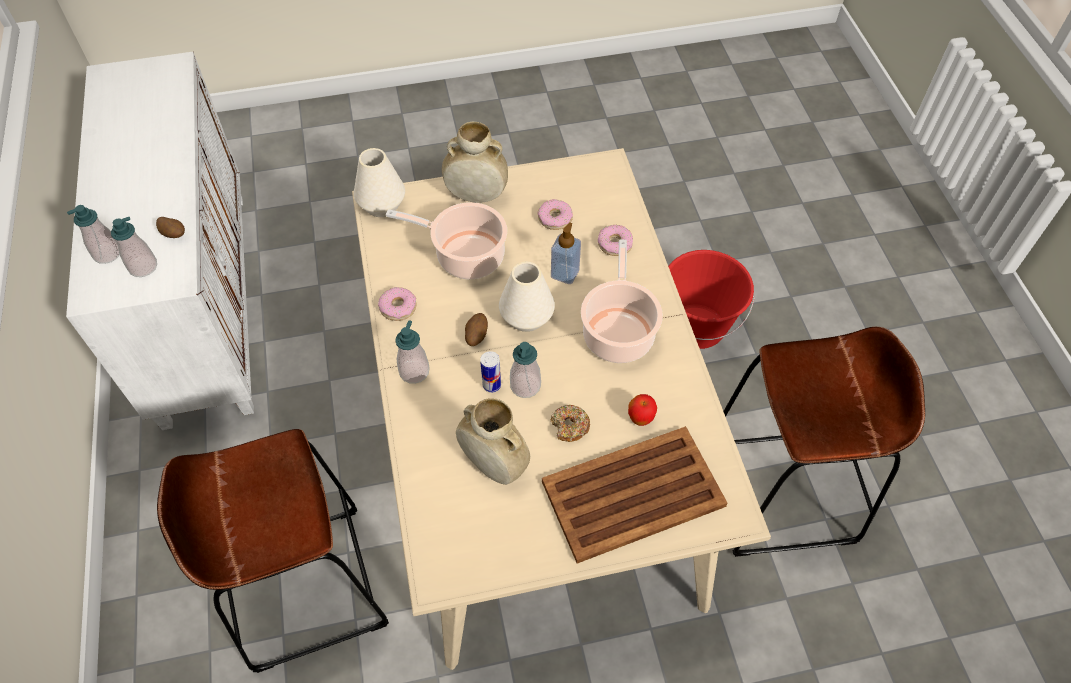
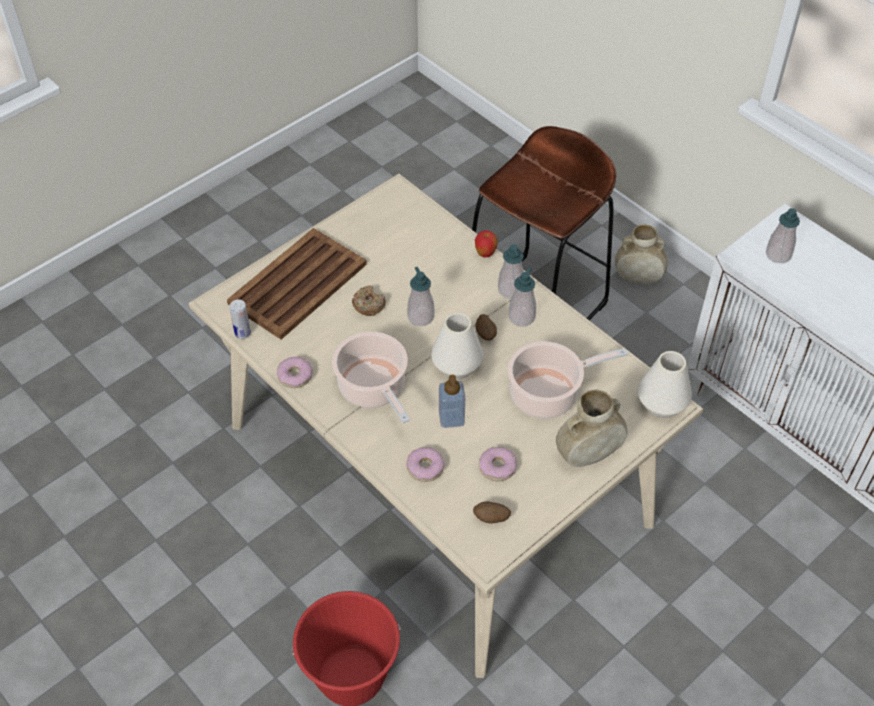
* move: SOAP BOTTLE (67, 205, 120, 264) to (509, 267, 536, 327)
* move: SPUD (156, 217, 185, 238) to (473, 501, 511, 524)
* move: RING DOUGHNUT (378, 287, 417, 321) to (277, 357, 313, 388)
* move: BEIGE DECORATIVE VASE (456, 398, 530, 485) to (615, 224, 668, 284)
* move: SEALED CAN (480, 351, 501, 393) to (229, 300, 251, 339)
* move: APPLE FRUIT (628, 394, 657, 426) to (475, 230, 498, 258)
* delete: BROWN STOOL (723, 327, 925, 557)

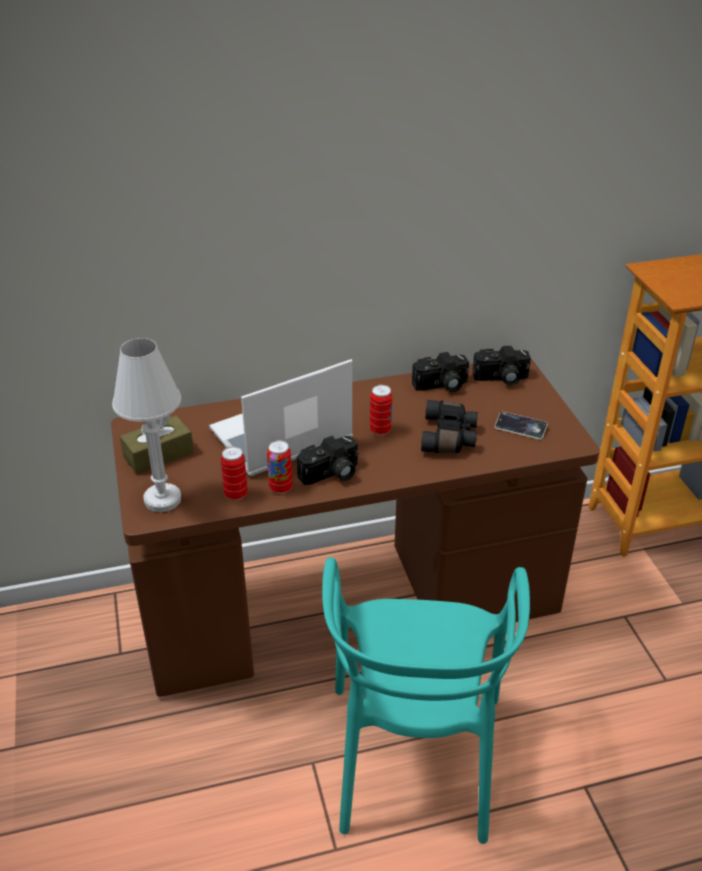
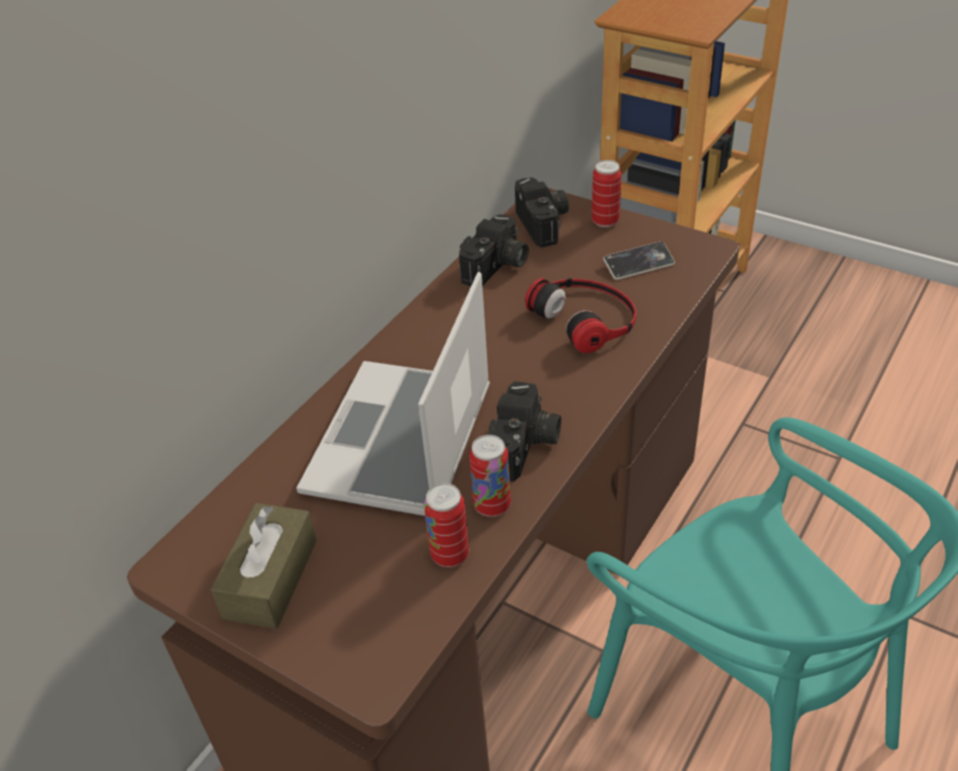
* delete: WHITISH LAMP FOR A TABLE (112, 338, 181, 512)
* move: SEALED CAN (370, 385, 392, 435) to (592, 160, 622, 227)
* replace: BLACK-COLOURED BINOCULARS (421, 400, 478, 453) to HEADPHONES (525, 278, 636, 353)
* rotate: PHOTO CAMERA (473, 346, 531, 386) = (515, 177, 569, 248) 60 degrees counterclockwise

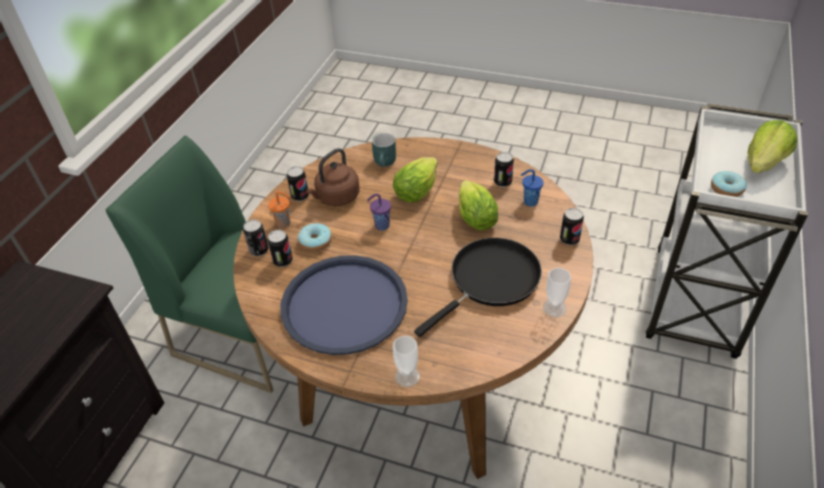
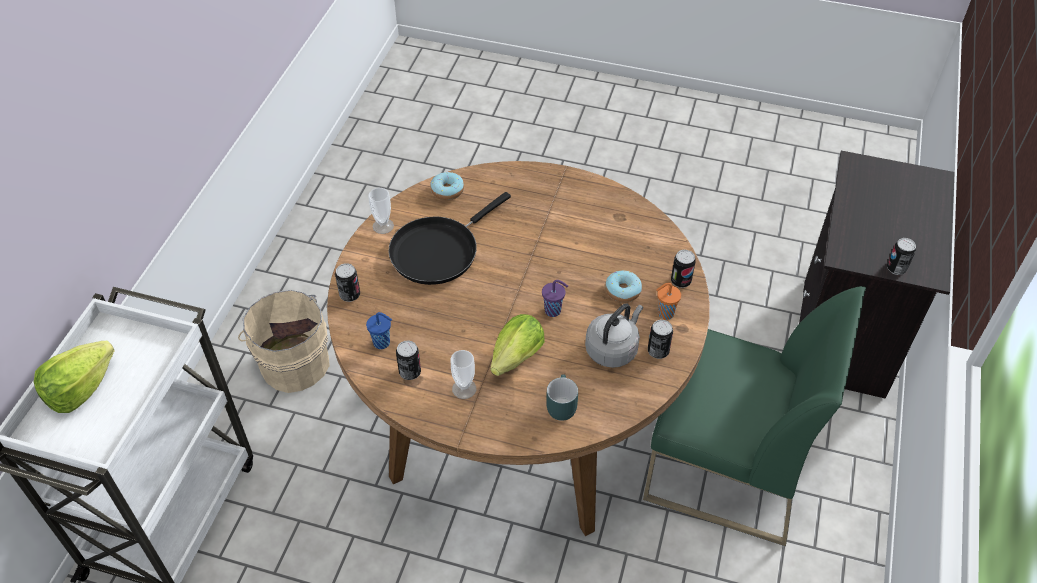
* move: SEALED CAN (267, 230, 293, 267) to (887, 238, 916, 275)
* delete: BLUE-COLOURED CARRYING TRAY (280, 255, 408, 355)
* recolor: BROWN WATER KETTLE (306, 148, 359, 206) to GREY WATER KETTLE (585, 303, 643, 368)
* move: DRINKING CUP (393, 336, 420, 387) to (451, 350, 476, 399)
* delete: LETTUCE (459, 180, 498, 231)
* move: RING DOUGHNUT (711, 171, 747, 197) to (430, 172, 464, 200)
* insert: BEIGE BUCKET (238, 290, 330, 393)

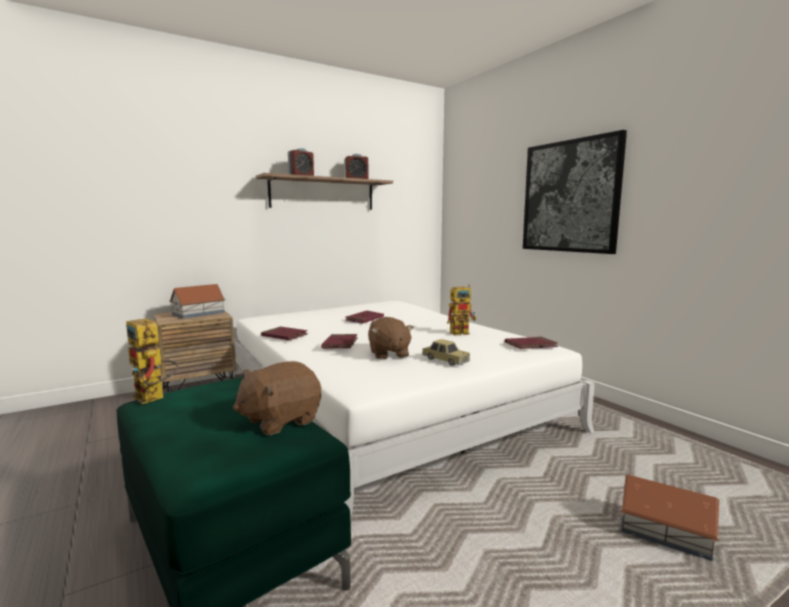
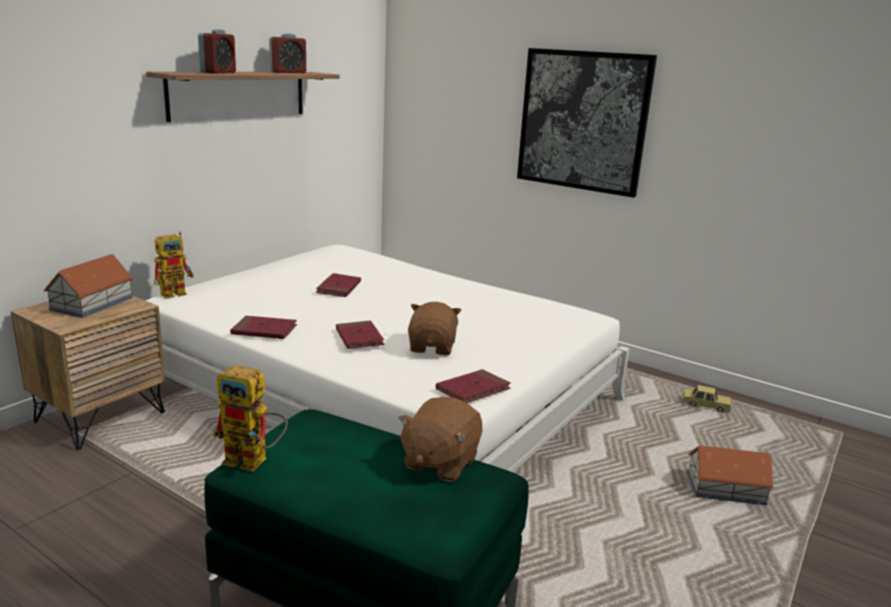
* rotate: BROWN CUDDLY TOY (368, 317, 414, 360) = (408, 302, 462, 355) 135 degrees counterclockwise
* move: MODEL CAR (422, 339, 470, 366) to (682, 385, 731, 412)
* move: TOY ROBOT (447, 285, 476, 336) to (154, 232, 193, 299)
* move: RED VOLUME (505, 336, 558, 349) to (436, 369, 511, 403)

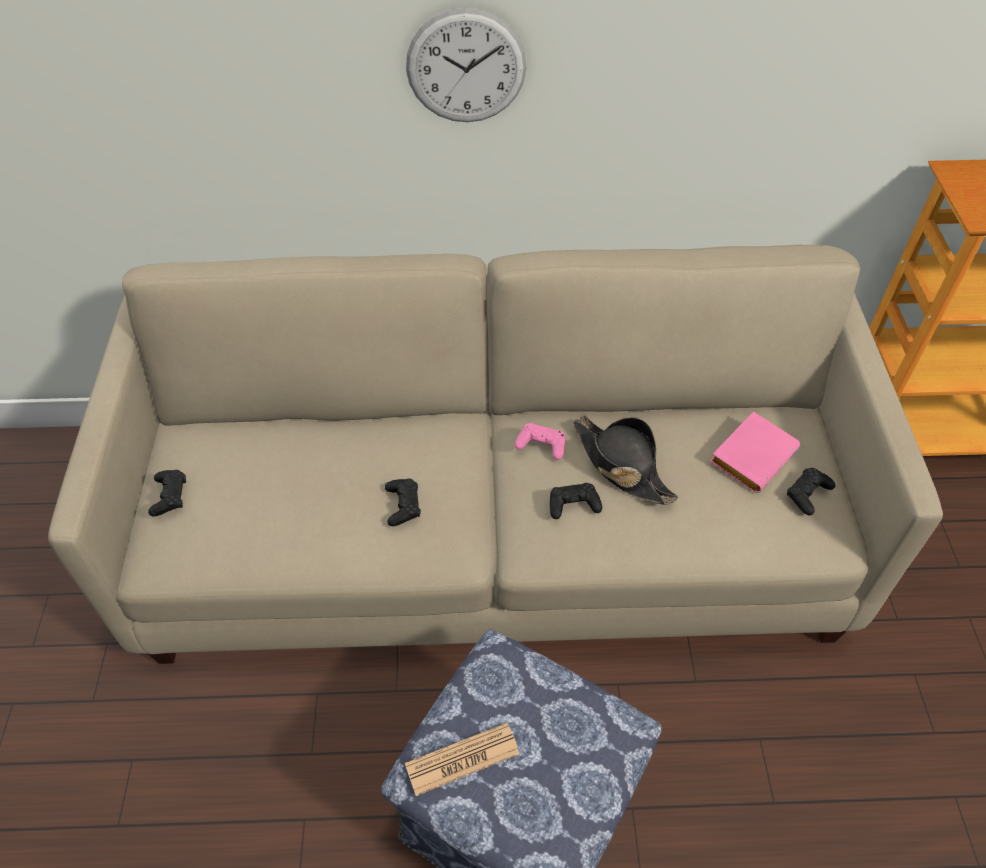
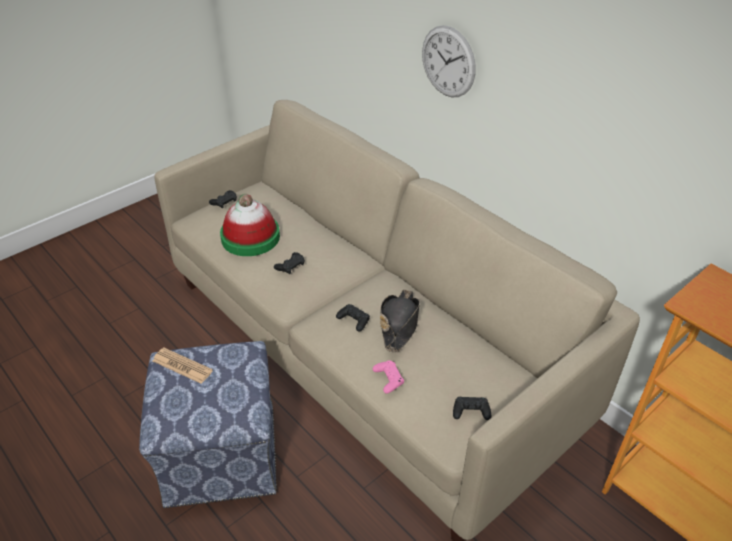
* move: PINK GAME CONTROLLER (515, 423, 565, 460) to (373, 360, 404, 394)
* delete: PINK VOLUME (710, 411, 800, 493)
* insert: HAT (220, 194, 280, 256)

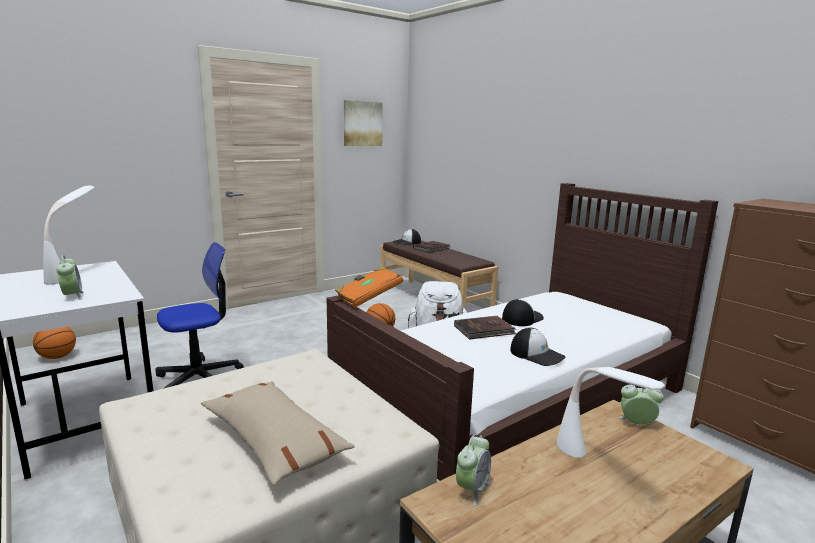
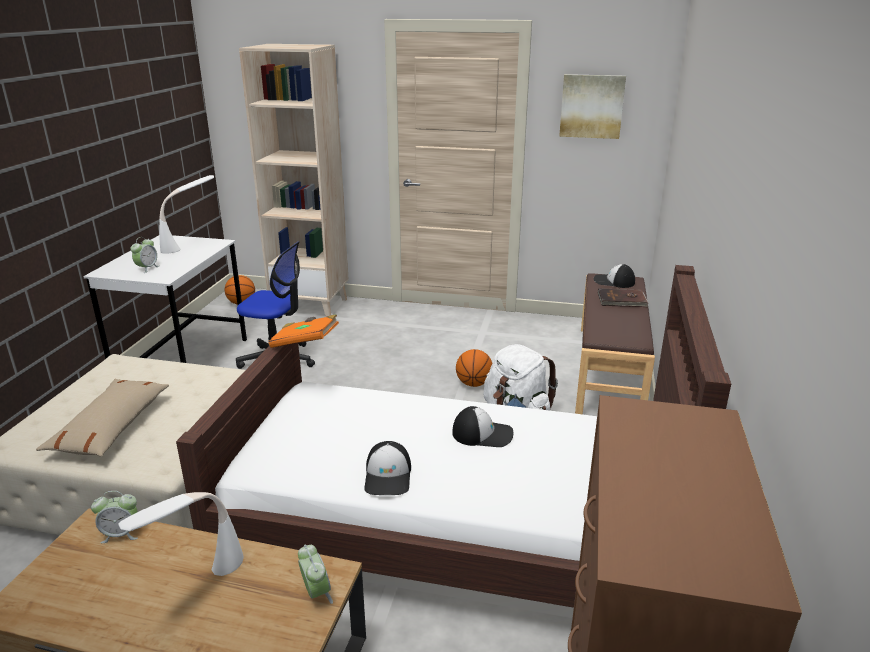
* delete: BROWN VOLUME (454, 316, 517, 340)
* insert: BEIGE BOOKCASE (239, 44, 349, 317)

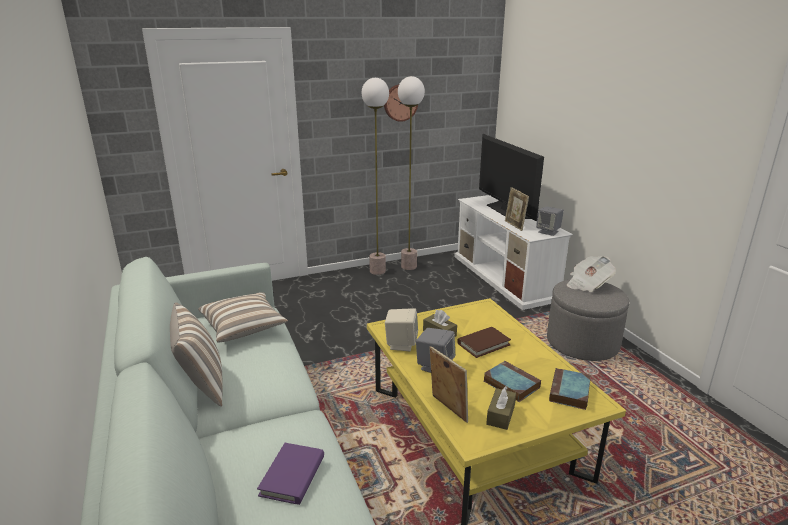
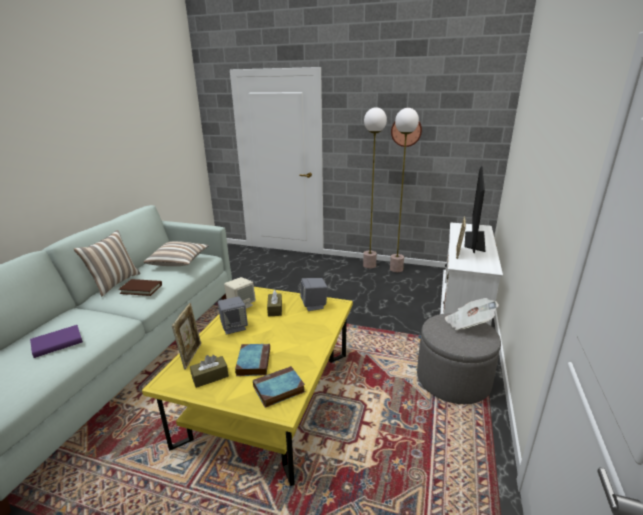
* move: BROWN VOLUME (457, 327, 511, 358) to (119, 279, 162, 296)
* move: GREY SPEAKER (536, 206, 564, 236) to (300, 278, 328, 311)

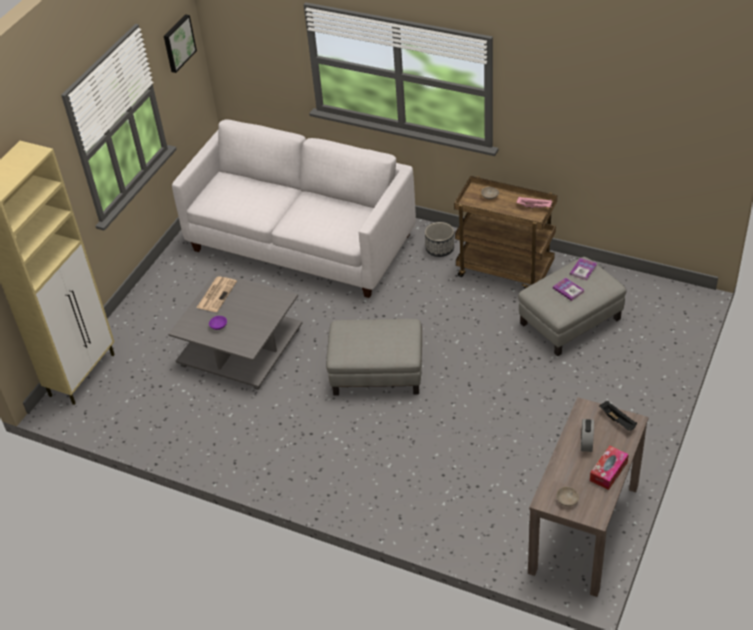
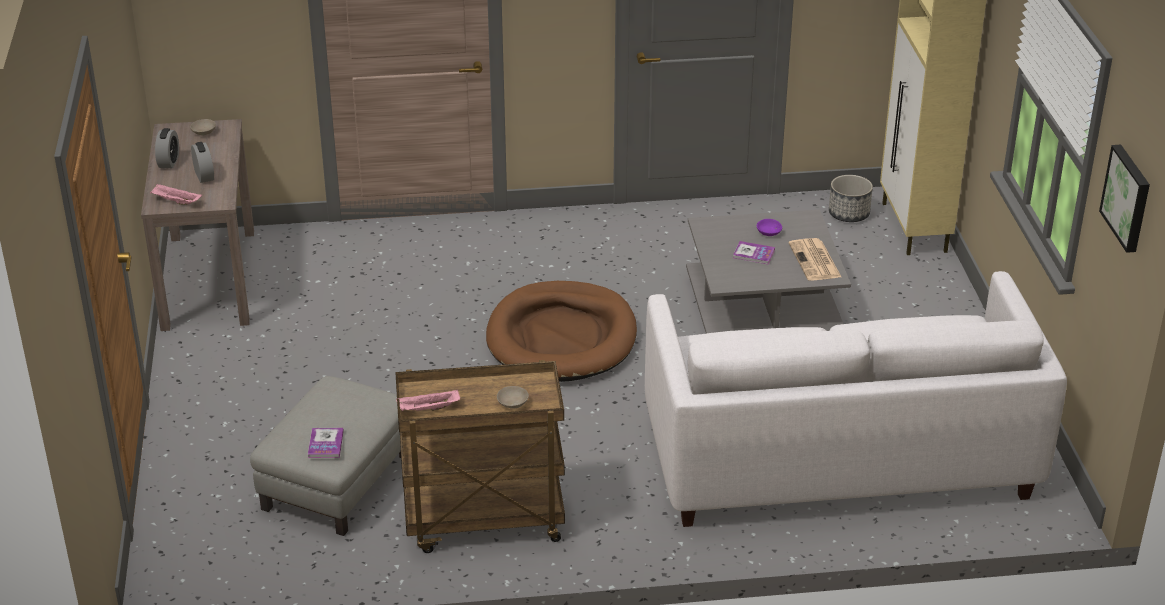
* replace: GREY POUFFE (326, 319, 422, 396) to BROWN DOG BED (486, 281, 637, 382)
* move: FLOWER POT (425, 222, 454, 257) to (829, 175, 873, 222)
* move: VOLUME (553, 278, 584, 301) to (733, 241, 775, 264)
* replace: BOX OF TISSUES (590, 446, 629, 490) to TABLE CLOCK (155, 128, 179, 168)
* recolor: BLACK-COLOURED CARRYING TRAY (599, 401, 637, 431) to PINK CARRYING TRAY (150, 184, 202, 205)

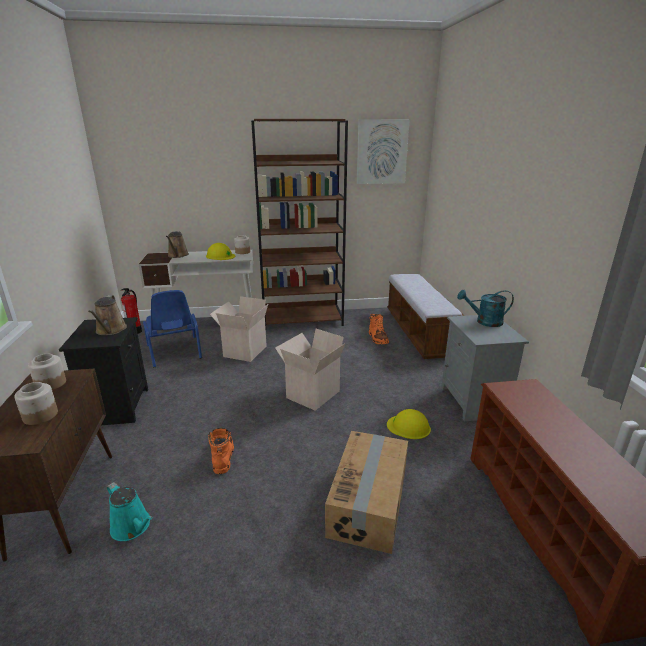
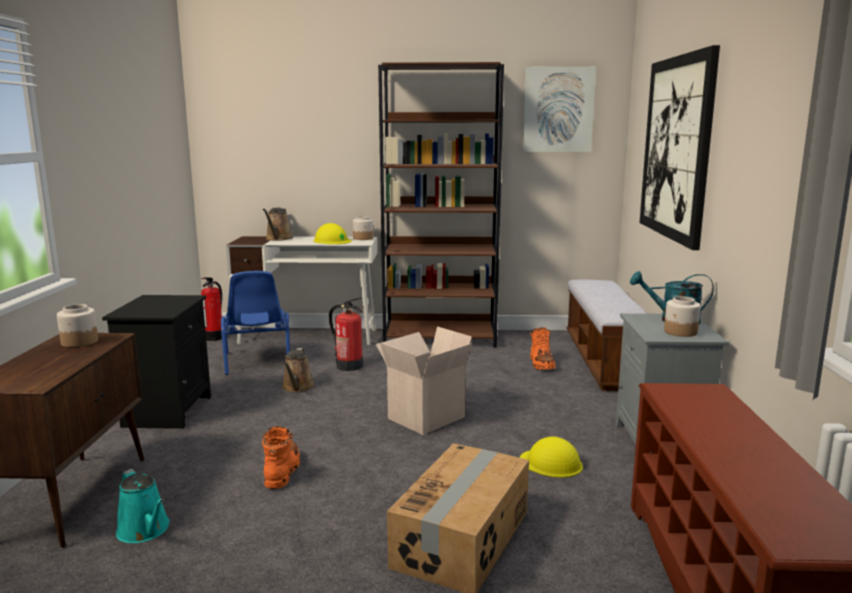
* move: JAR (14, 382, 58, 425) to (664, 296, 700, 337)
* move: BROWN WATERING CAN (88, 295, 127, 335) to (282, 348, 315, 393)
* replace: CARTON (210, 296, 268, 362) to EXTINGUISHER (329, 298, 363, 371)
* insert: WALL ART (640, 45, 720, 250)

